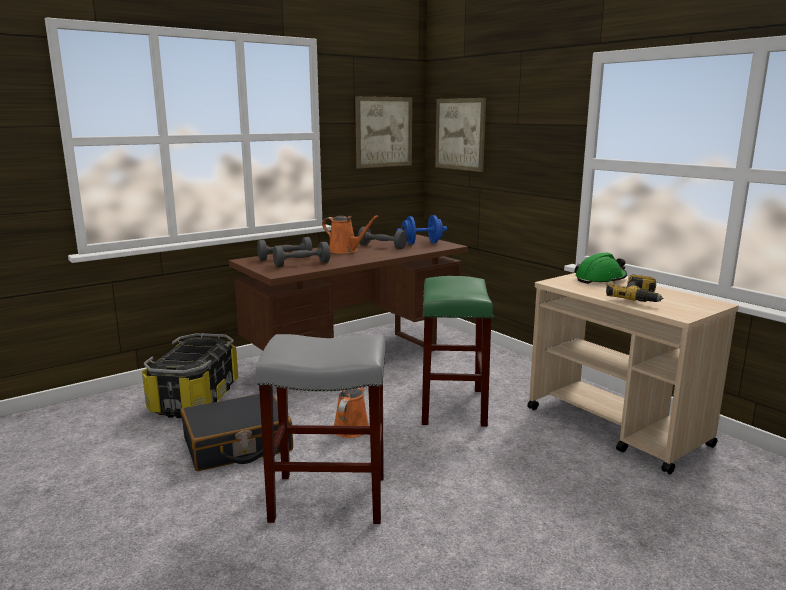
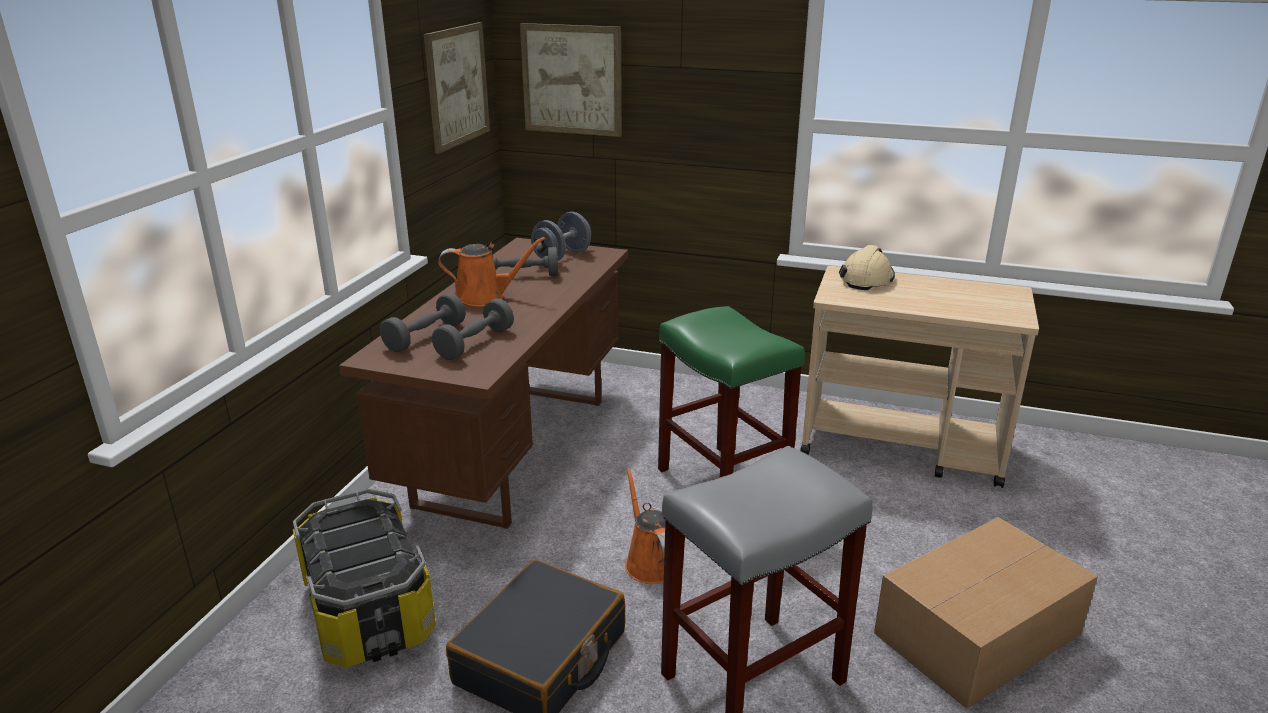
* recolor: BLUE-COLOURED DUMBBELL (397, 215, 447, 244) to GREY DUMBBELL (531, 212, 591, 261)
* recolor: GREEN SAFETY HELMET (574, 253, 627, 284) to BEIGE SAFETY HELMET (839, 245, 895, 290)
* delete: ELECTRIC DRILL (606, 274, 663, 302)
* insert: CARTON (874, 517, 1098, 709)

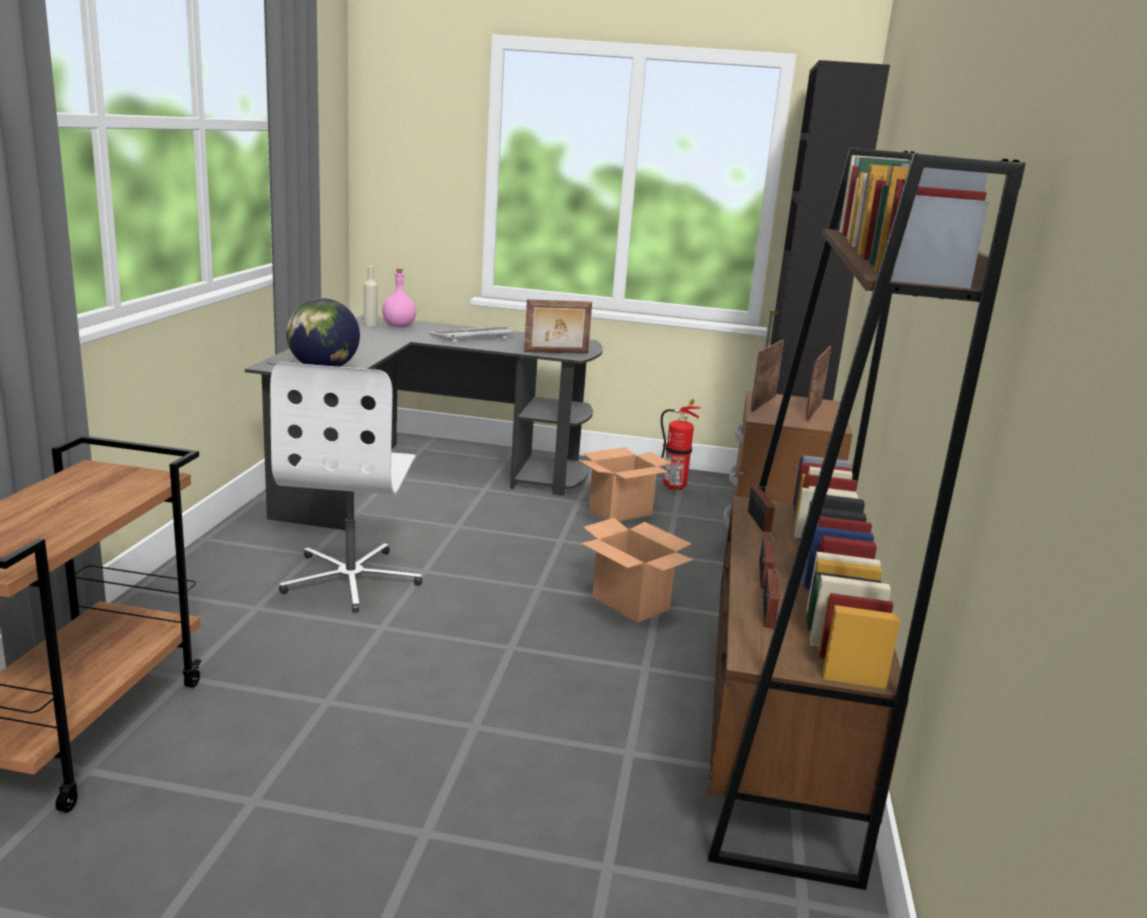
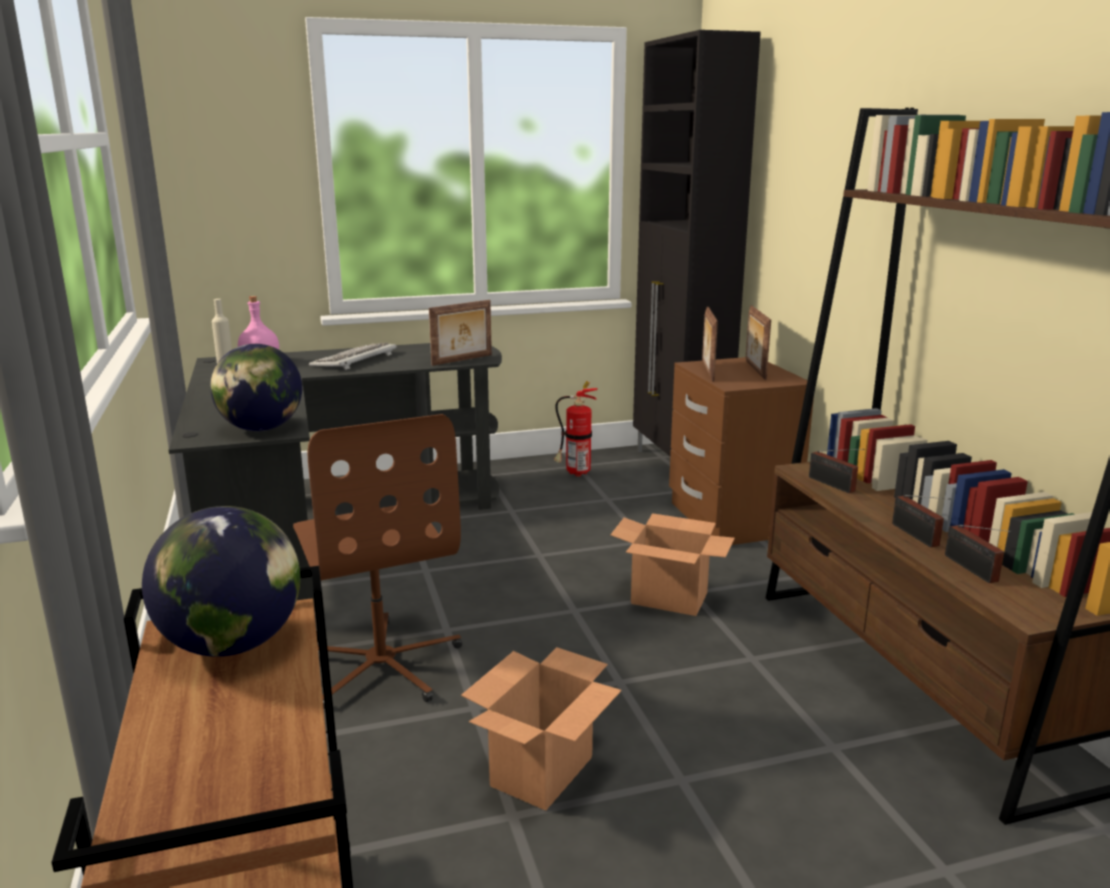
* recolor: WHITISH DESK CHAIR (270, 362, 422, 613) to BROWN DESK CHAIR (293, 414, 462, 709)
* move: CARTON (578, 447, 672, 521) to (461, 647, 622, 811)
* insert: WORLD GLOBE (142, 506, 300, 657)

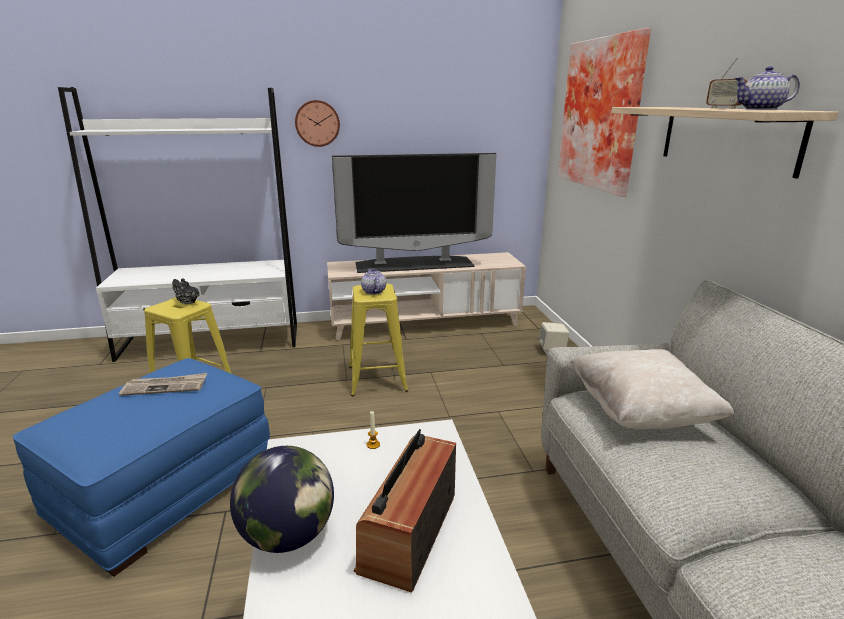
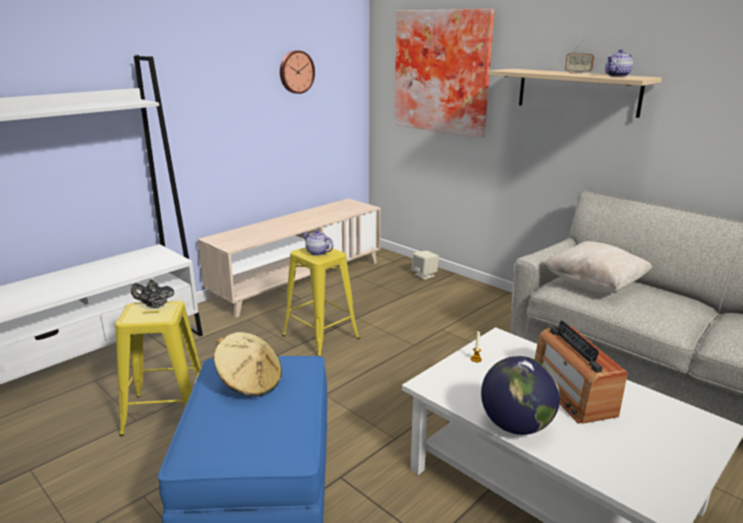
* replace: DAILY PAPER (119, 373, 207, 396) to BEIGE HAT (214, 332, 282, 397)
* move: CLOCK ON THE WALL (295, 100, 340, 147) to (280, 50, 315, 94)
* delete: TELEVISION (332, 153, 496, 273)

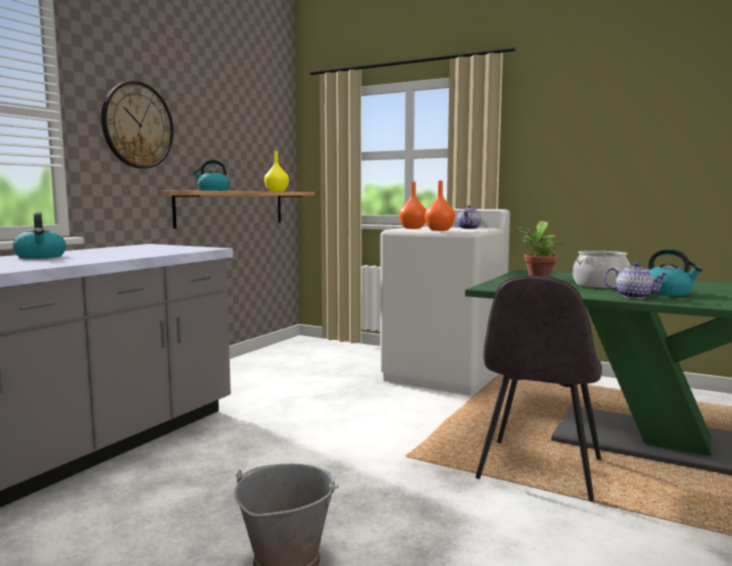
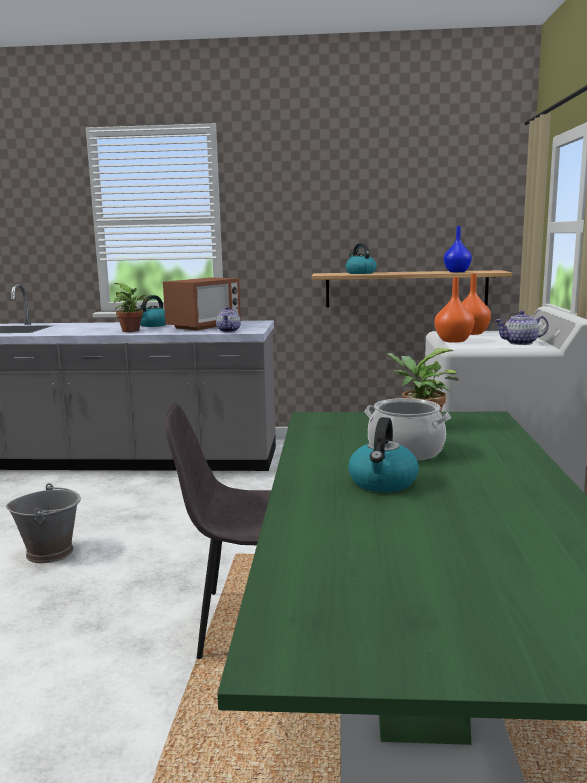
* delete: CLOCK ON THE WALL (101, 81, 174, 169)
* recolor: YELLOWISH DECORATIVE VASE (264, 151, 289, 192) to BLUE-COLOURED DECORATIVE VASE (444, 226, 472, 272)
* move: TEA POT (604, 262, 669, 299) to (216, 307, 241, 332)
* insert: HOUSEPLANT (114, 283, 150, 332)
* insert: MICROWAVE OVEN (163, 277, 241, 330)

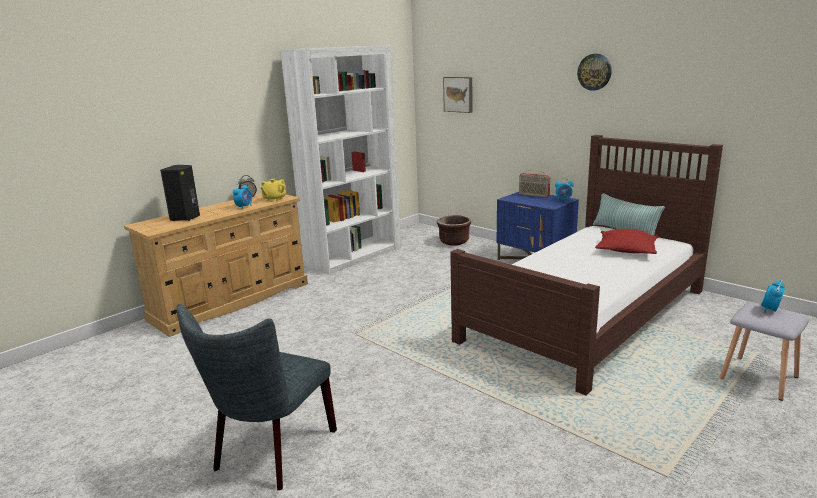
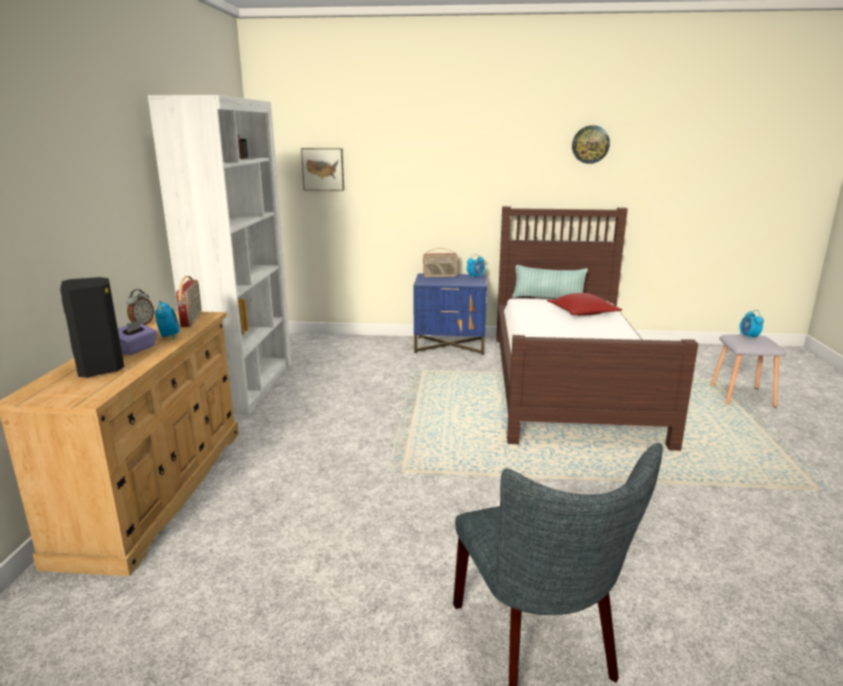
* replace: YELLOWISH TEA POT (261, 179, 286, 202) to RADIO RECEIVER (176, 276, 202, 327)
* delete: BROWN FLOWER POT (437, 215, 471, 246)
* move: CLOCK ON THE WALL (577, 54, 612, 91) to (572, 125, 610, 164)
* insert: PURPLE-COLOURED BOX OF TISSUES (118, 319, 157, 355)

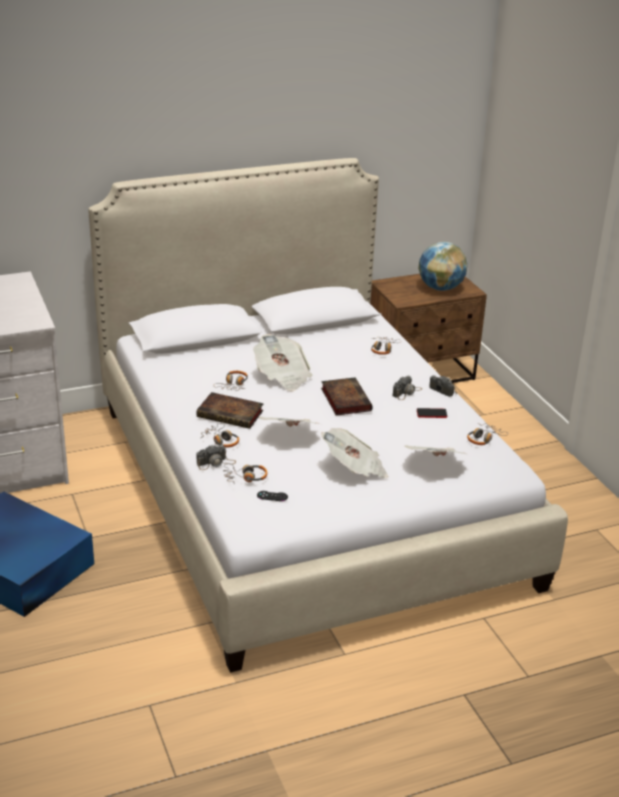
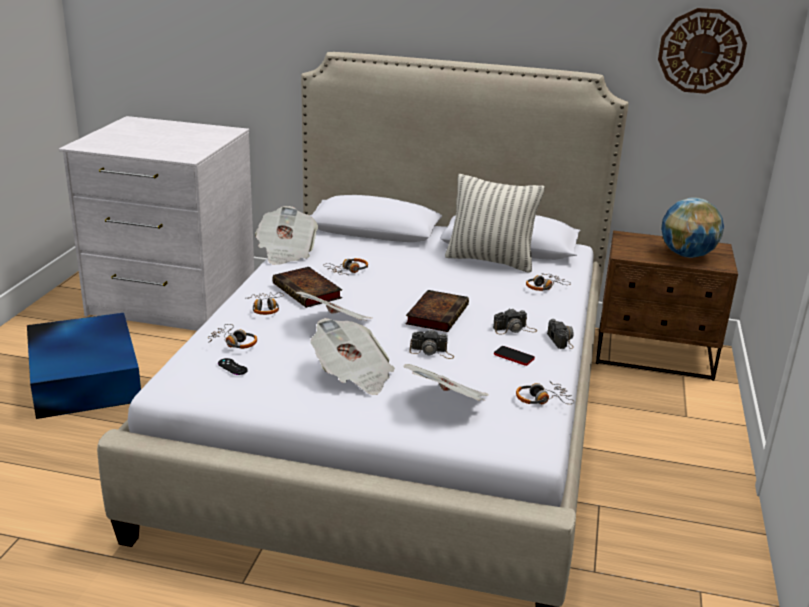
* move: PHOTO CAMERA (196, 445, 236, 470) to (409, 329, 454, 359)
* move: DAILY PAPER (253, 334, 312, 392) to (255, 206, 318, 265)
* insert: CUSHION (445, 174, 545, 273)
* insert: CLOCK ON THE WALL (658, 8, 747, 94)

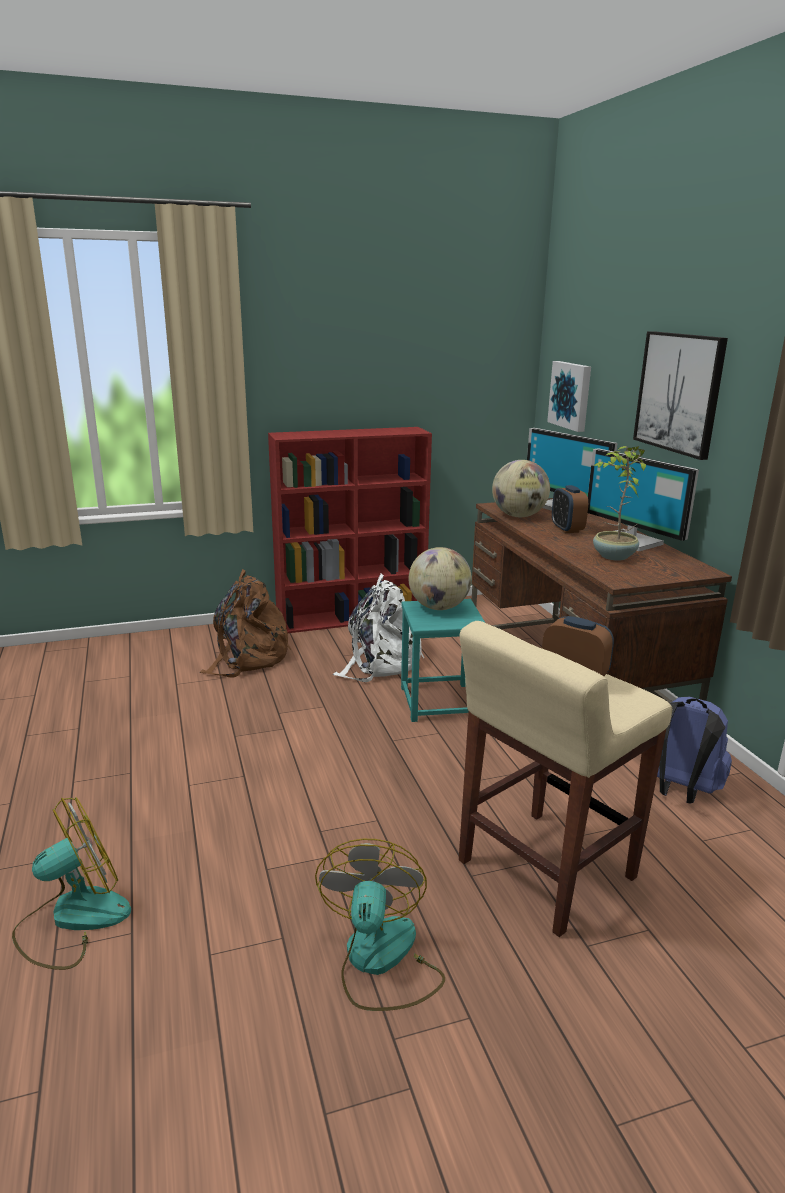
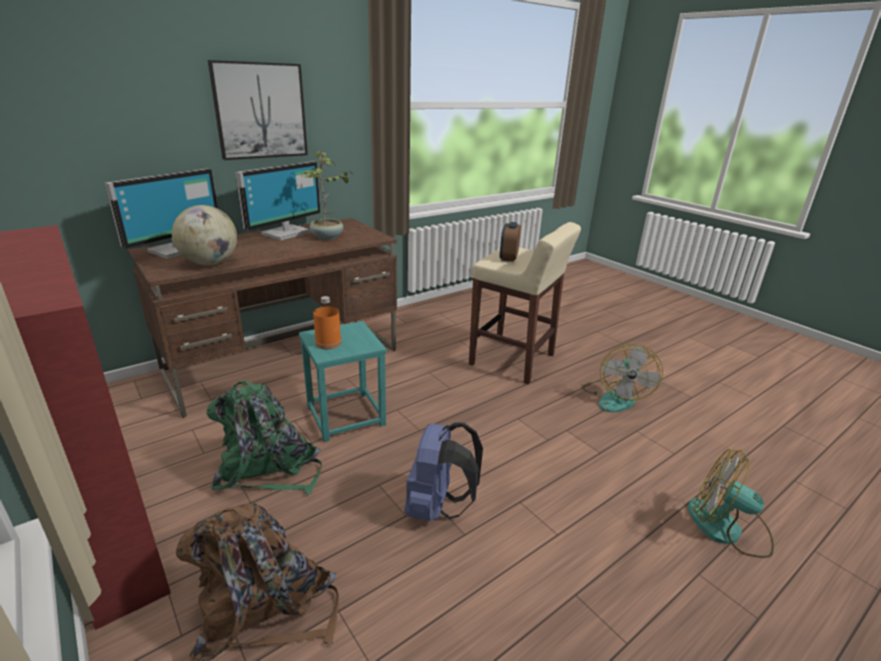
* rotate: FAN (315, 839, 445, 1011) = (583, 344, 663, 412) 60 degrees counterclockwise
* recolor: WHITISH KNAPSACK (333, 574, 424, 682) to GREEN KNAPSACK (206, 381, 322, 495)
* replace: WORLD GLOBE (409, 547, 472, 610) to ORANGE-COLOURED BEVERAGE BOTTLE (313, 296, 341, 349)
* delete: WALL ART (547, 361, 591, 432)
* delete: TABLE CLOCK (552, 485, 588, 533)
* move: BLUE-COLOURED KNAPSACK (657, 696, 732, 803) to (404, 422, 483, 521)

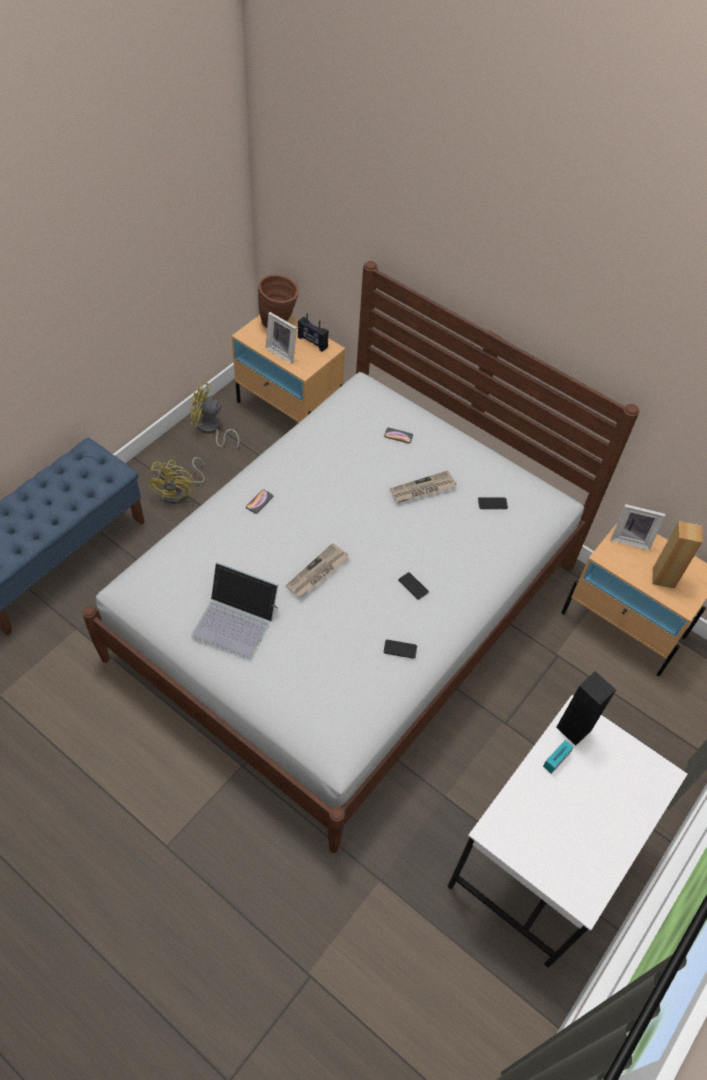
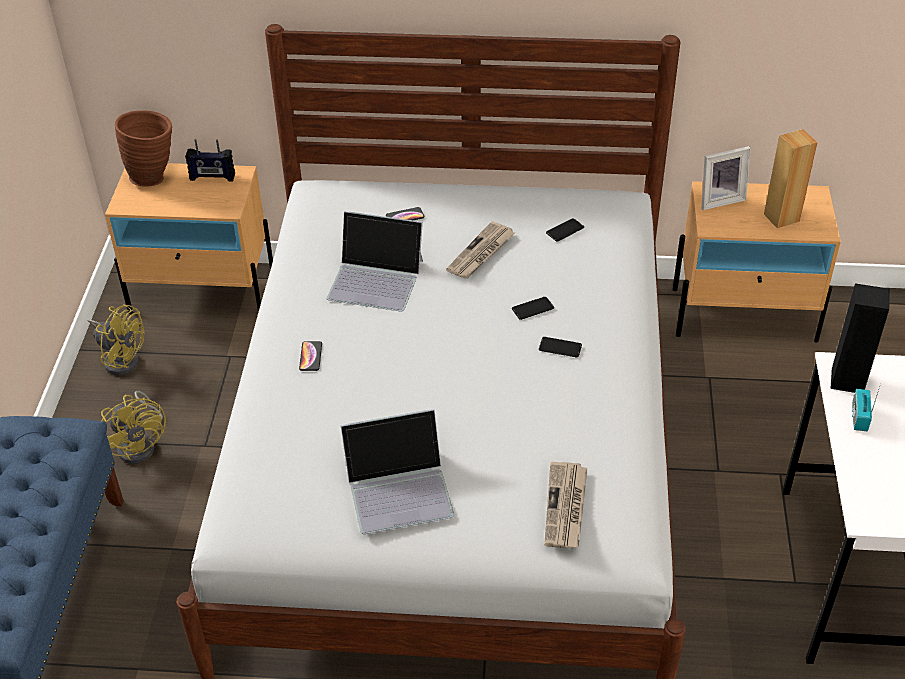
* rotate: YELLOWISH FAN (190, 381, 240, 449) = (87, 304, 145, 375) 135 degrees counterclockwise
* delete: STANDING FRAME (266, 312, 297, 364)
* move: DAILY PAPER (286, 543, 349, 598) to (544, 462, 587, 548)
* move: PHONE (384, 640, 417, 659) to (512, 297, 554, 320)
* insert: LAPTOP (327, 211, 423, 312)

